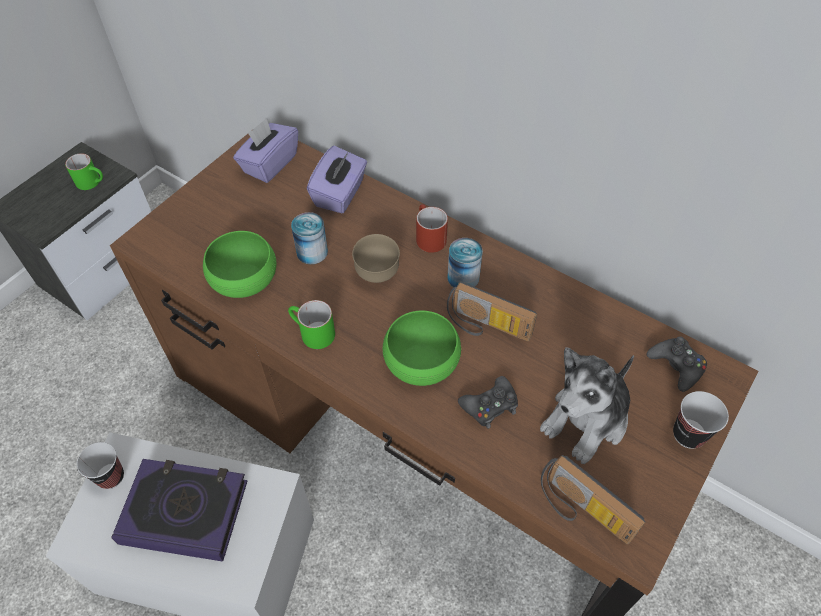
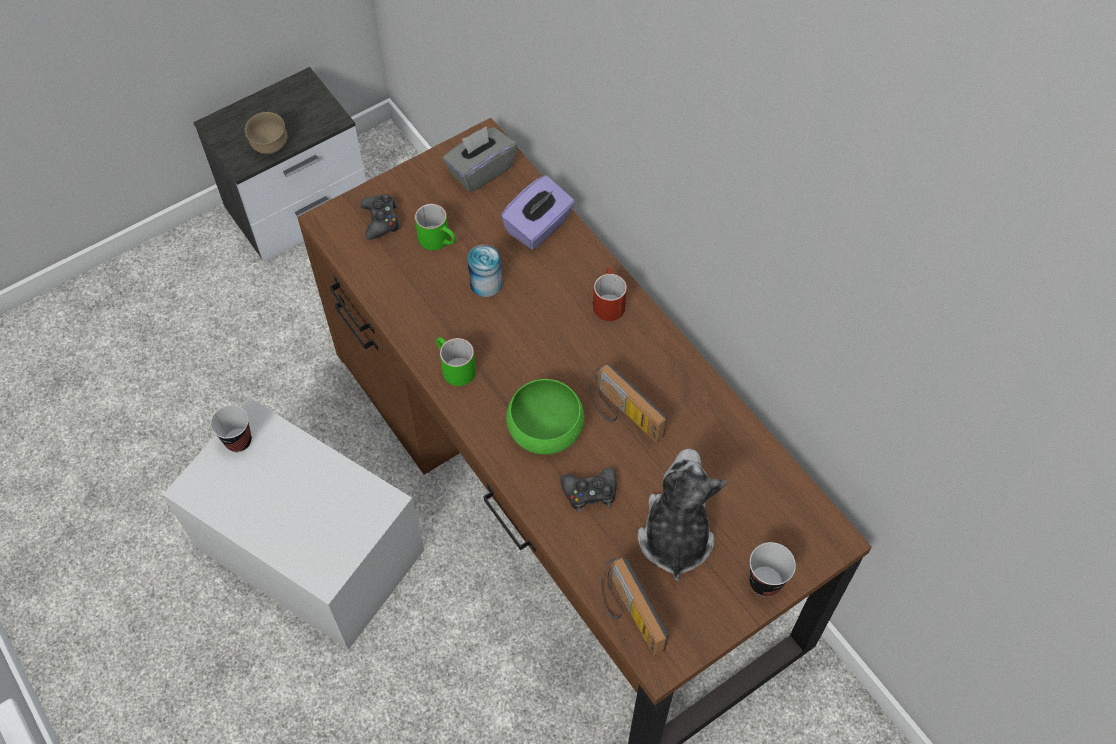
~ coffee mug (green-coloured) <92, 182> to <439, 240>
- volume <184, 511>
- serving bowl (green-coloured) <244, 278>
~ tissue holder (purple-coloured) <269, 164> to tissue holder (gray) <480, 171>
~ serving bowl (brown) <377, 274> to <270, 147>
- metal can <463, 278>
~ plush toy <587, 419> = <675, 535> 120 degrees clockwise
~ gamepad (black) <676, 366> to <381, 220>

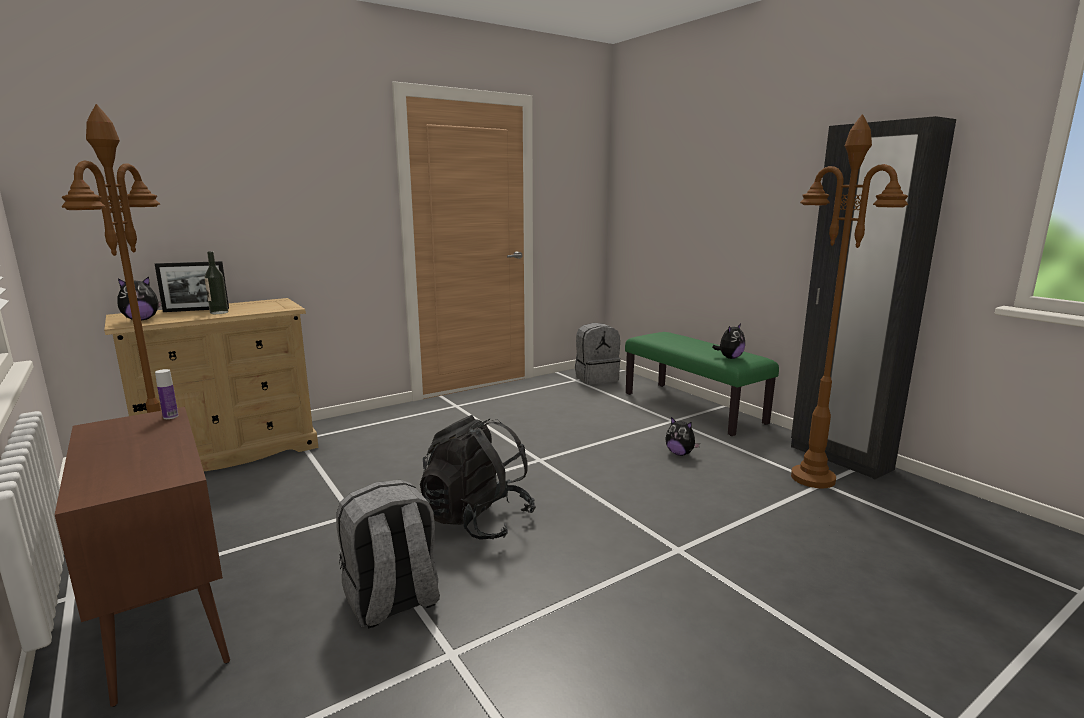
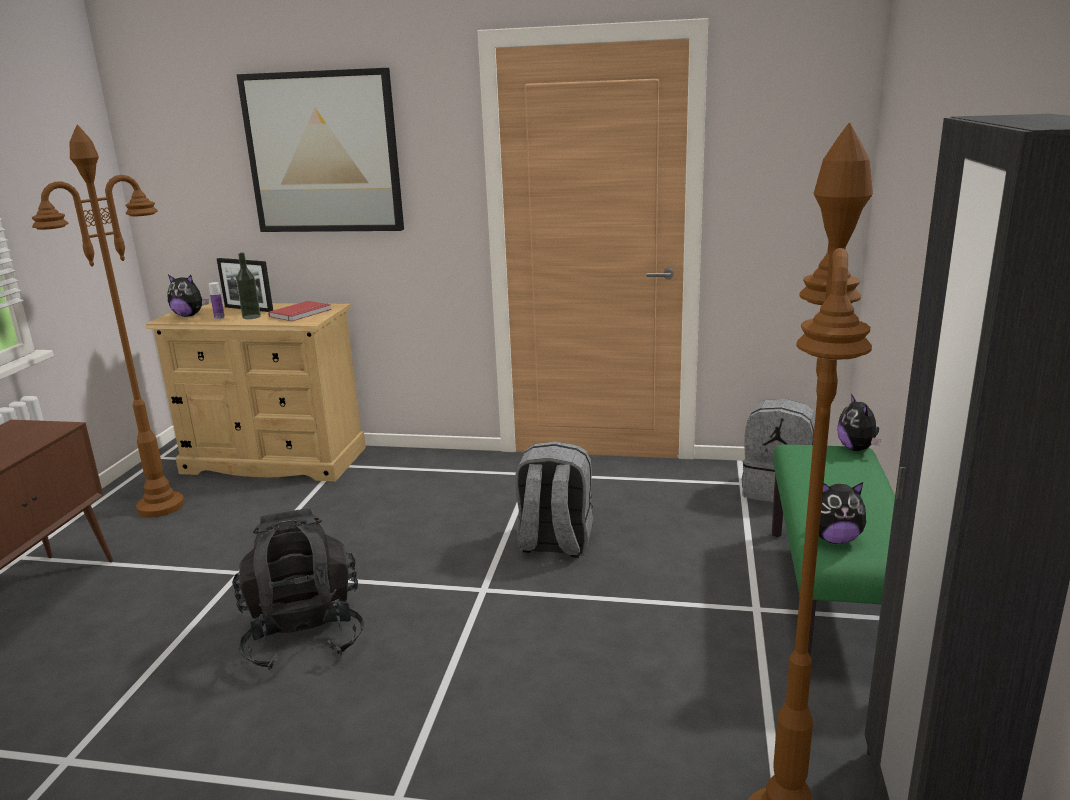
~ bottle <170, 416> to <219, 318>
~ rucksack (gray) <392, 602> to <554, 544>
~ plush toy <680, 453> to <857, 449>
+ wall picture <323, 153>
+ volume (reddish) <302, 313>

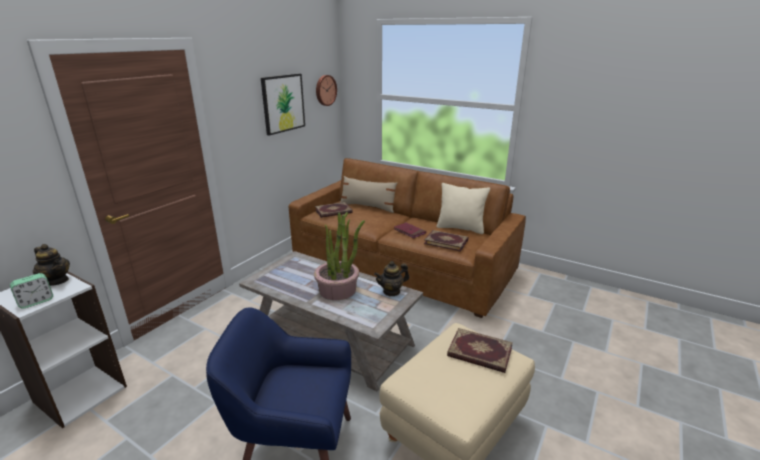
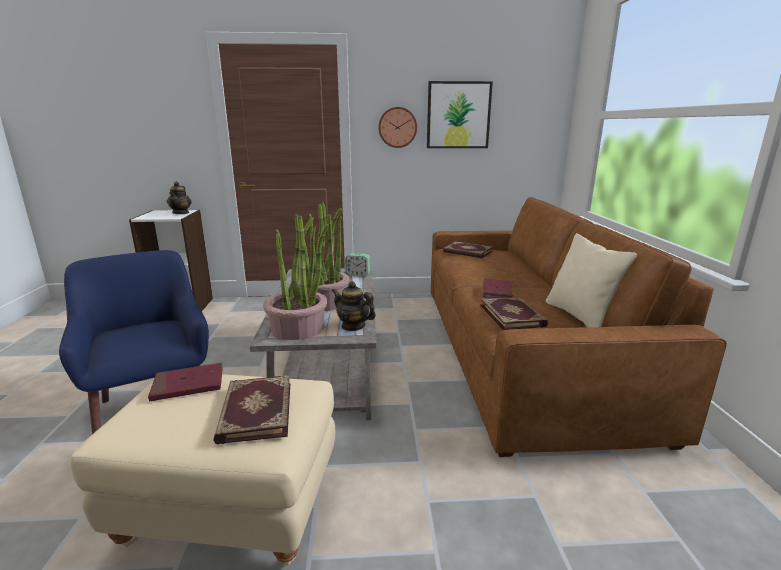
~ alarm clock <36, 301> to <358, 274>
~ hanging clock <325, 90> to <397, 127>
- cushion (sand-coloured) <368, 207>
+ volume (reddish) <188, 385>
+ potted plant <298, 328>

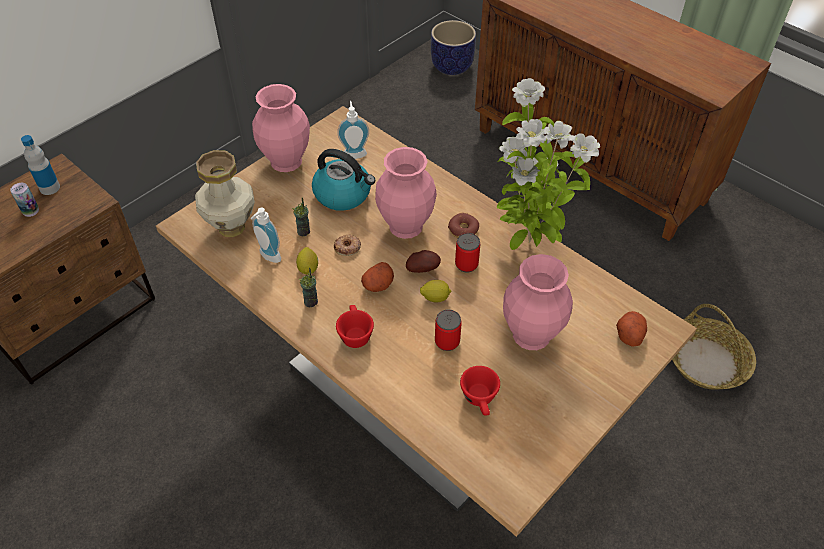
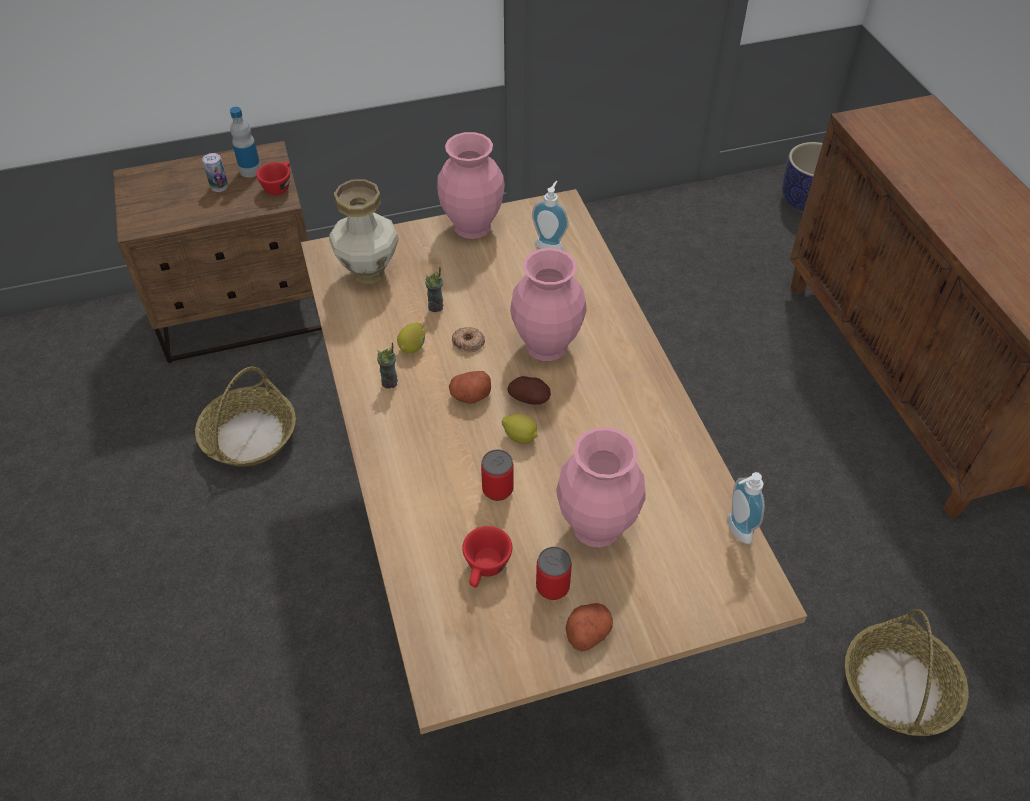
~ soap bottle <268, 257> to <735, 530>
- tea kettle <343, 194>
~ small cup (reddish) <354, 334> to <279, 186>
- ring doughnut <463, 230>
~ metal can <466, 264> to <552, 586>
- potted plant <527, 244>
~ whole potato <629, 334> to <587, 632>
+ household basket <249, 436>

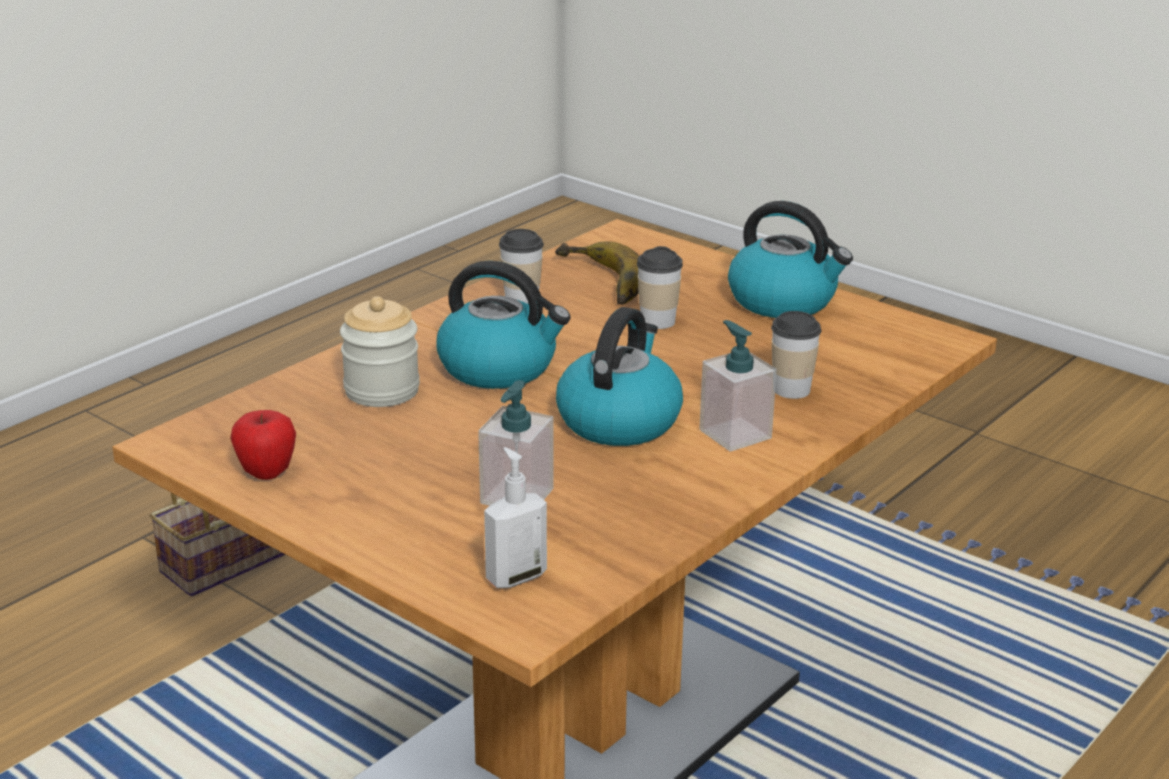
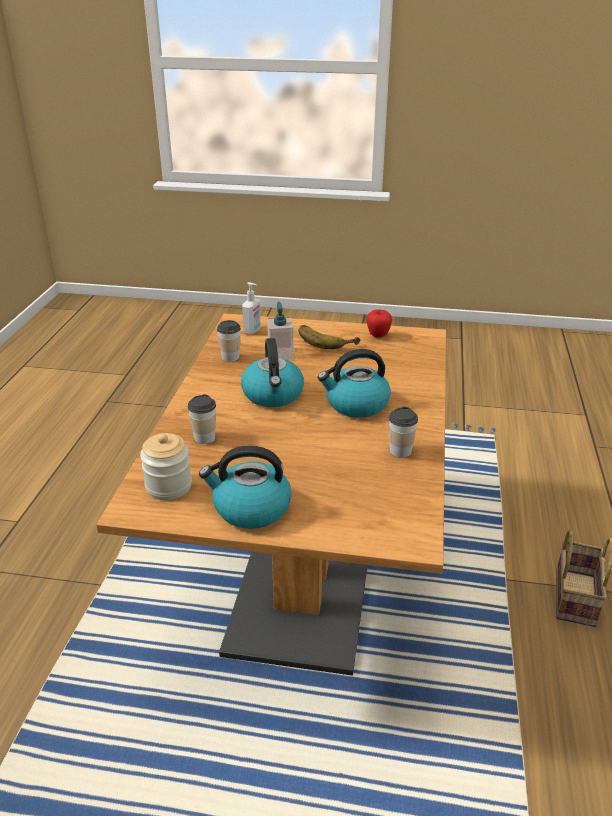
~ preserve jar <382, 391> to <169, 486>
~ banana <597, 282> to <326, 339>
~ small cup <657, 321> to <230, 357>
- soap bottle <735, 434>

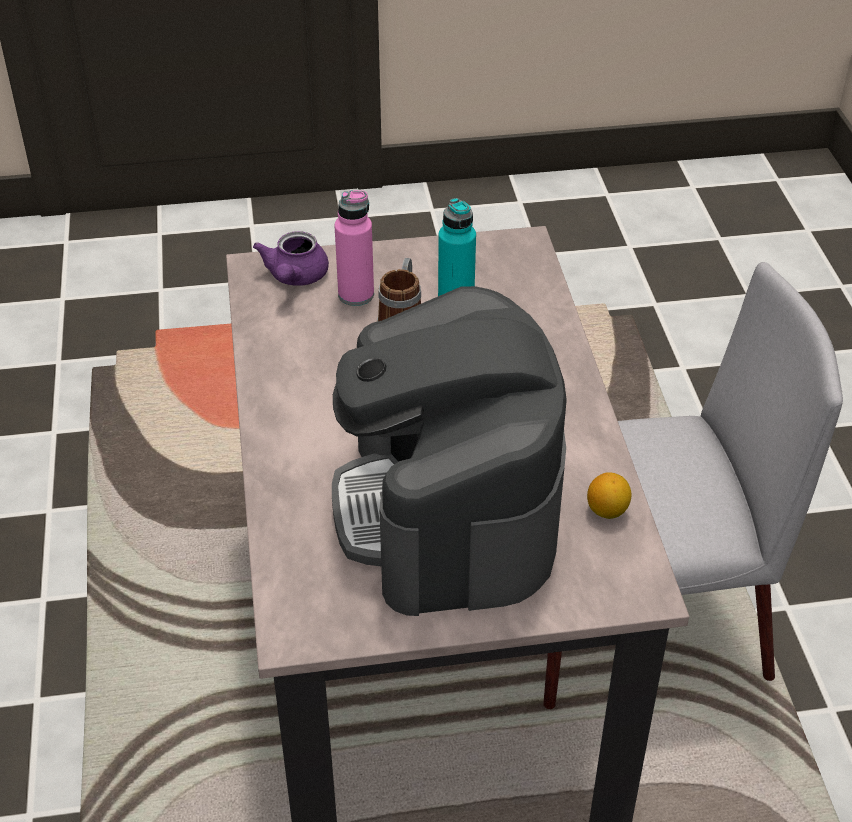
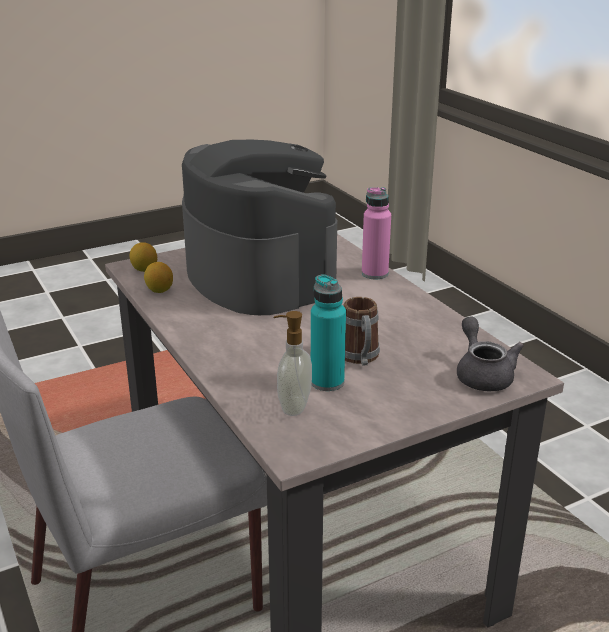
~ pot for tea (purple-coloured) <295, 278> to pot for tea (gray) <482, 374>
~ bottle (pink) <356, 295> to <374, 274>
+ whole lemon <144, 270>
+ soap bottle <293, 406>

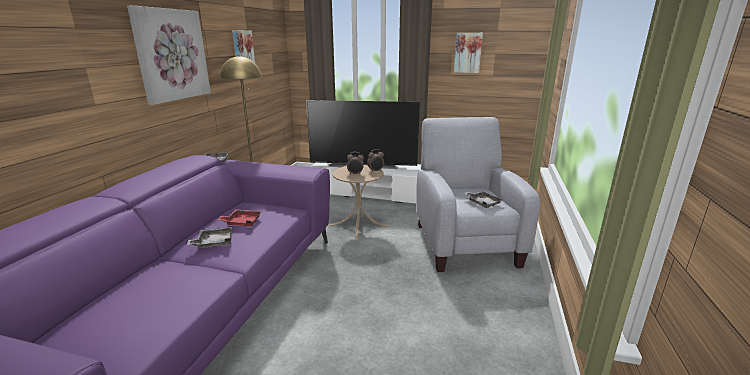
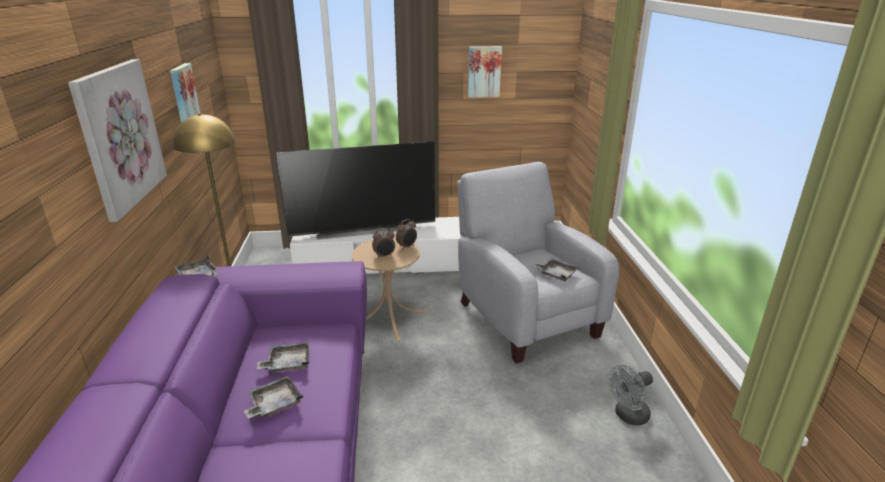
~ carrying tray (reddish) <242, 222> to carrying tray (gray) <287, 363>
+ electric fan (gray) <628, 416>

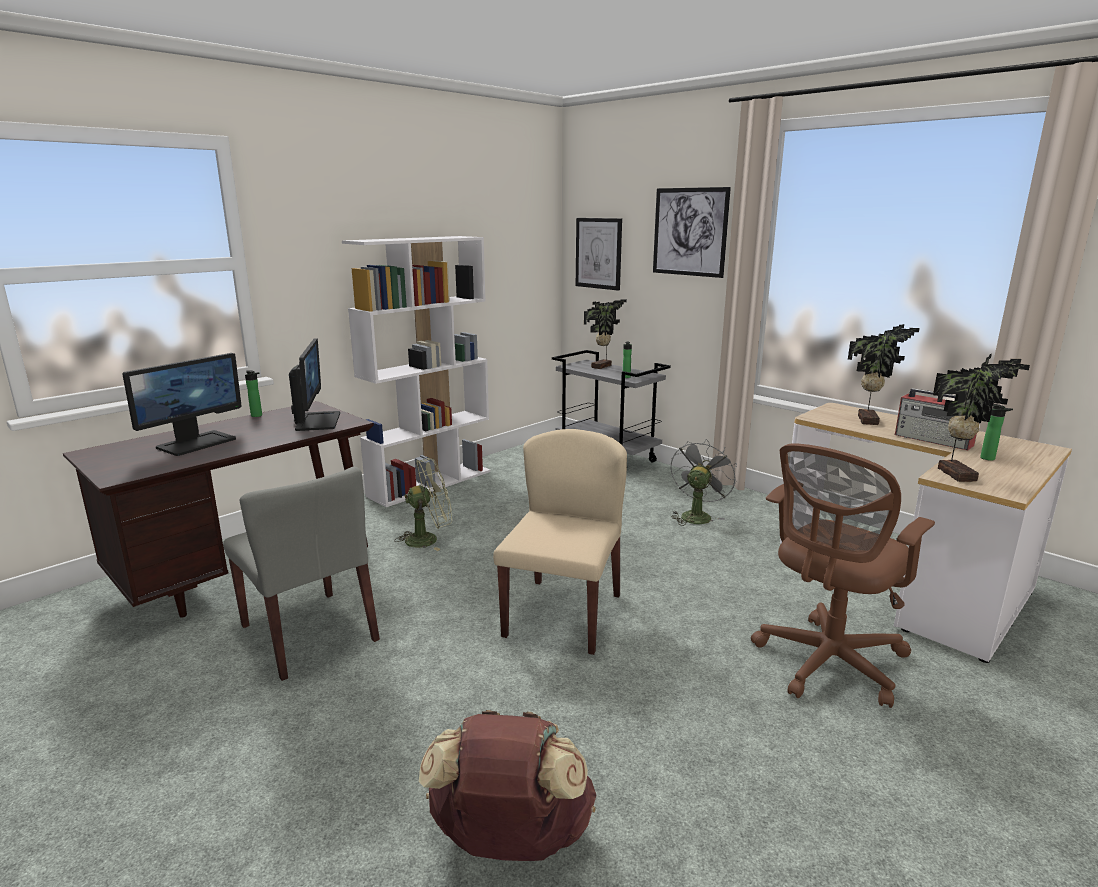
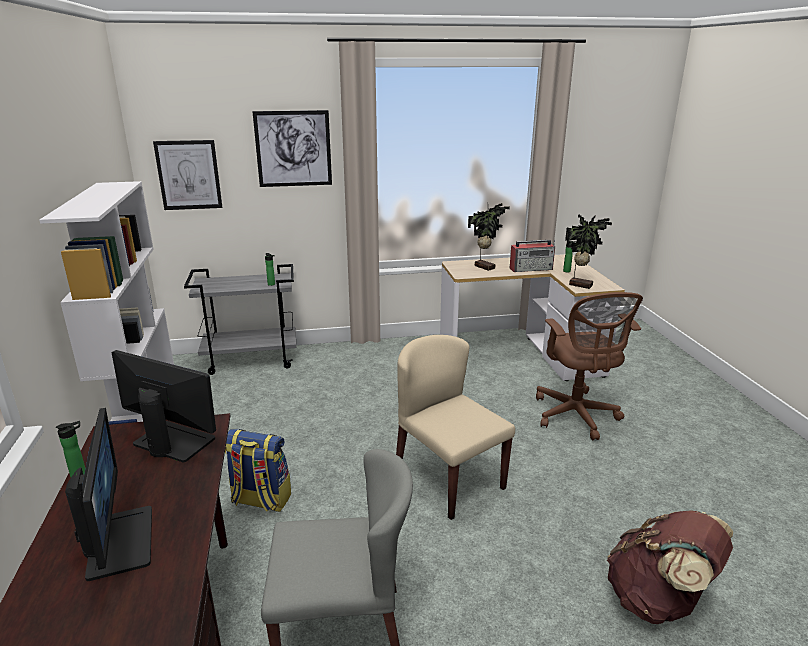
~ electric fan (green-coloured) <428, 539> to rucksack <260, 500>
- potted plant <603, 366>
- electric fan (gray) <697, 515>

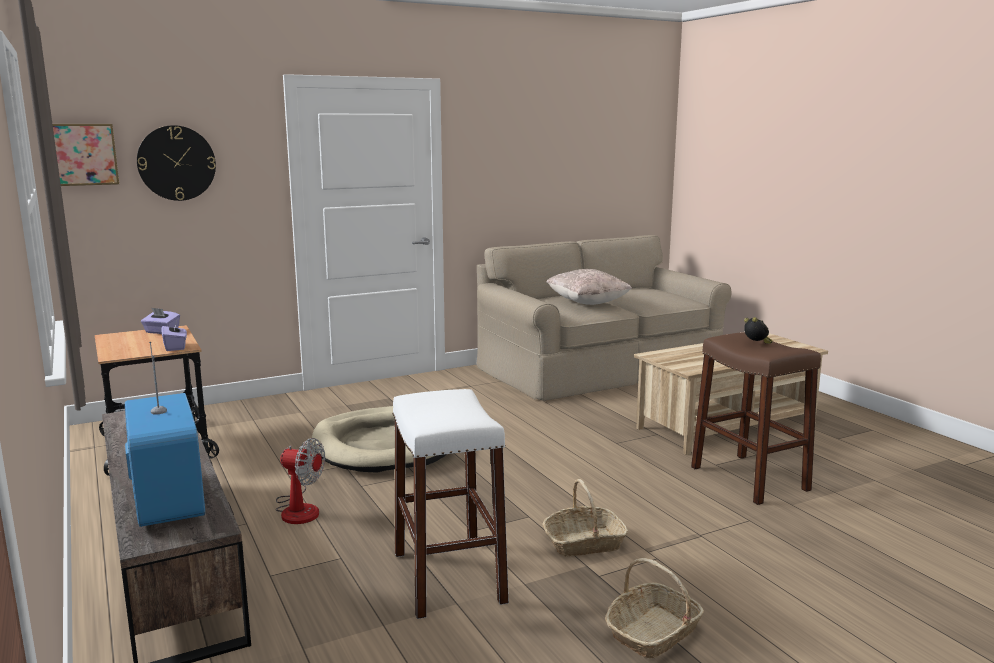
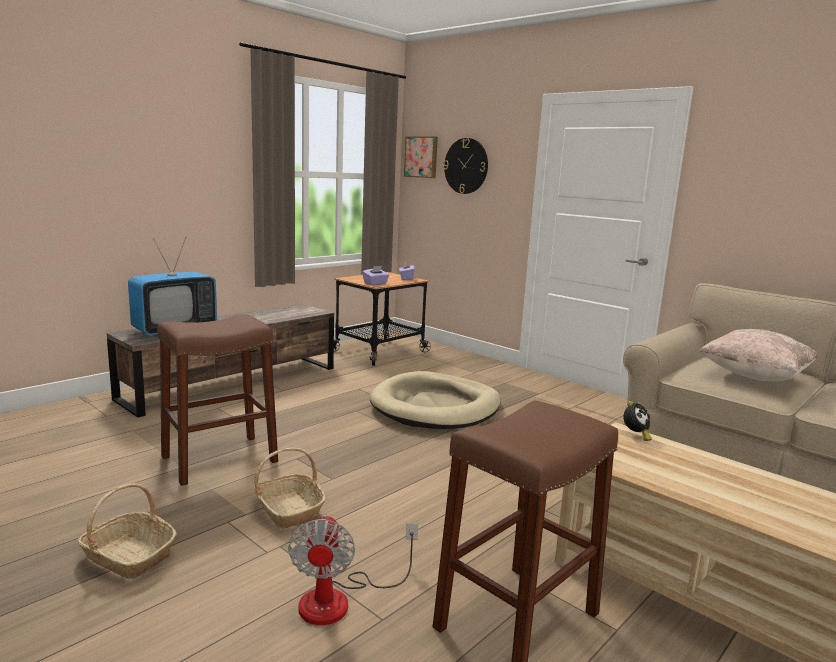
~ electric fan <298, 508> to <340, 600>
~ stool seat (white-coloured) <448, 577> to stool seat (brown) <219, 459>
~ alarm clock <756, 344> to <635, 435>

